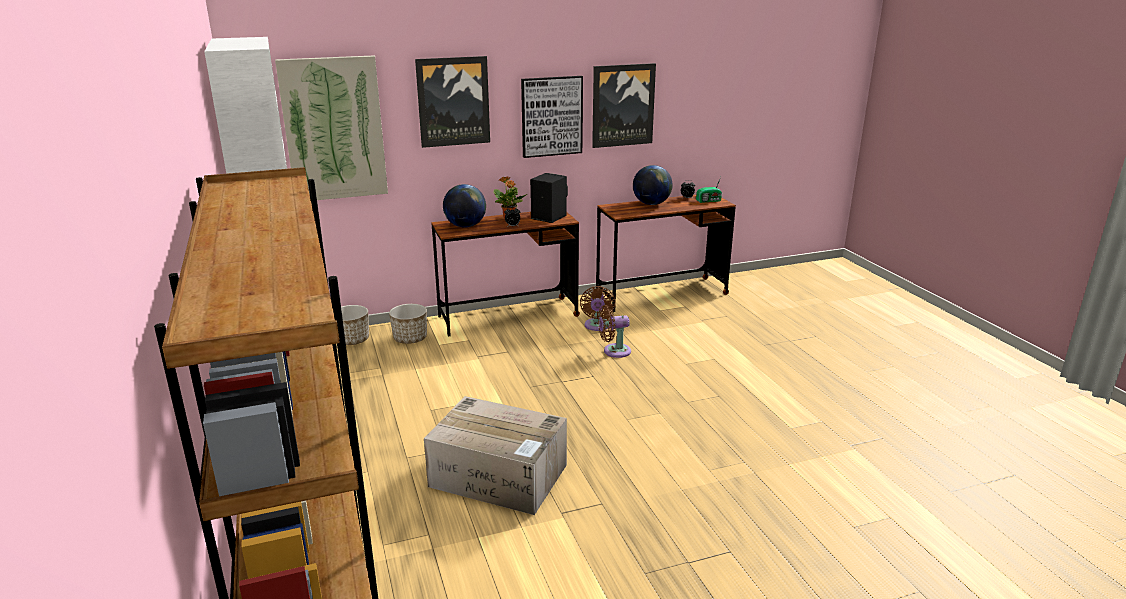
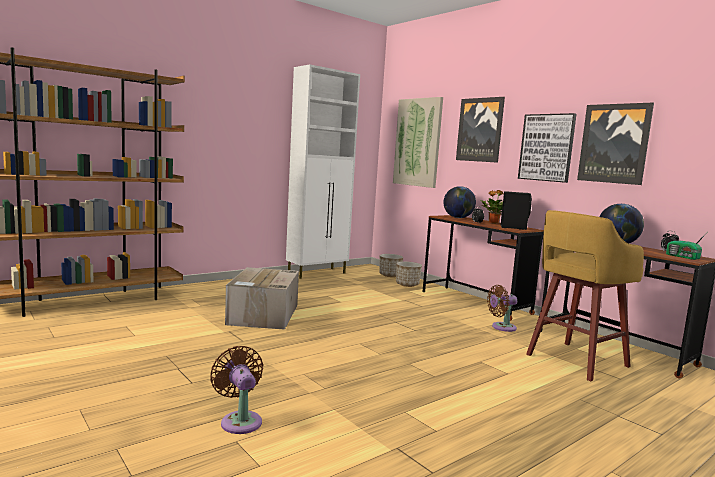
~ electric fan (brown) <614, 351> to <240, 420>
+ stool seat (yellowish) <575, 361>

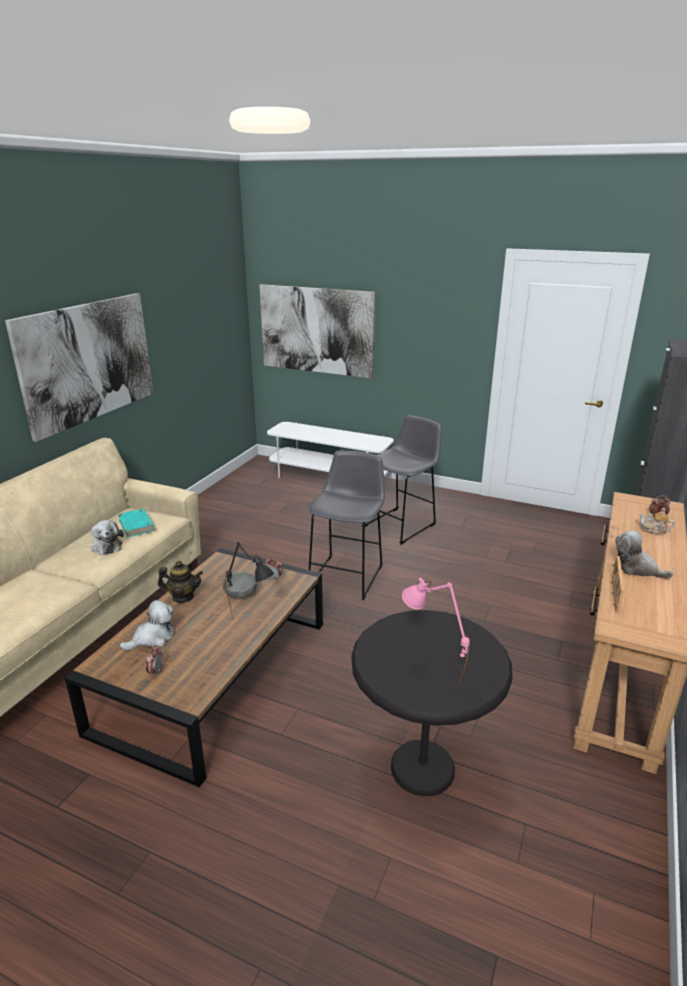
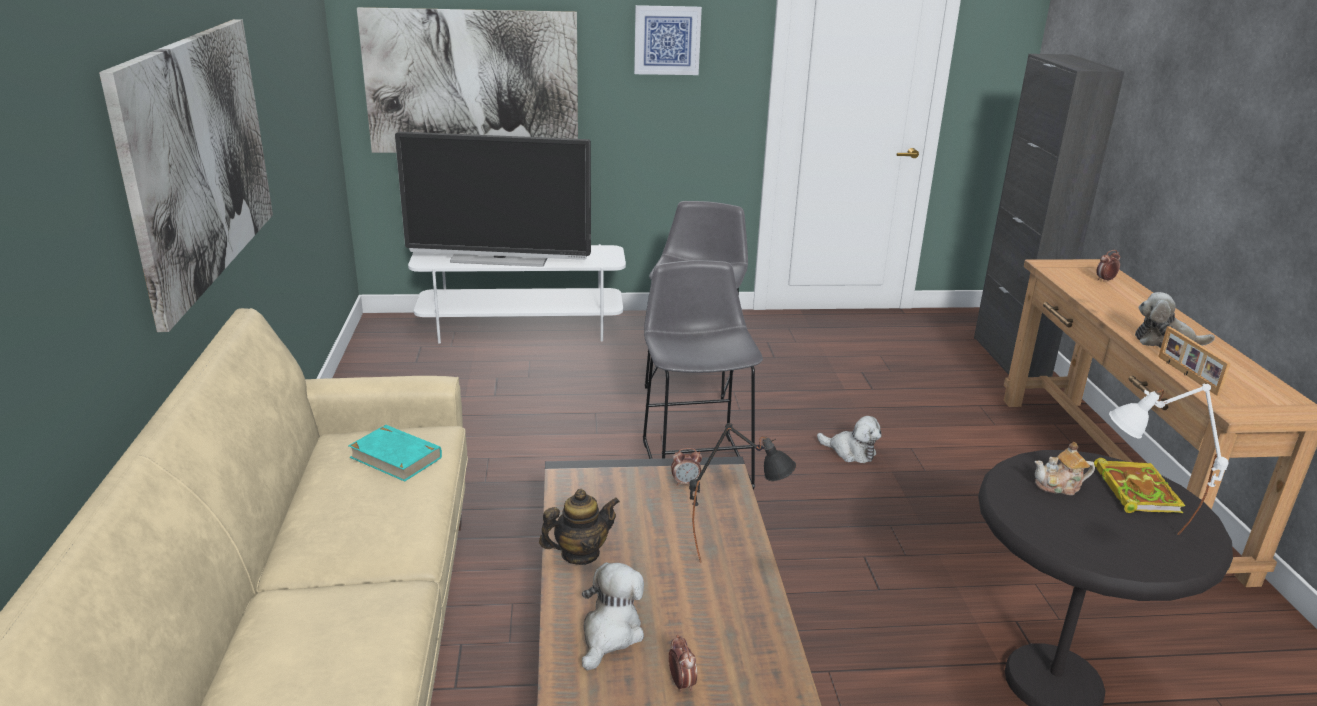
~ plush toy <106, 545> to <850, 452>
- serving bowl (gray) <241, 595>
~ table lamp (pink) <430, 677> to table lamp (white-coloured) <1139, 535>
~ pot for tea <654, 530> to <1059, 486>
+ television <499, 259>
+ wall picture <667, 40>
+ volume <1134, 489>

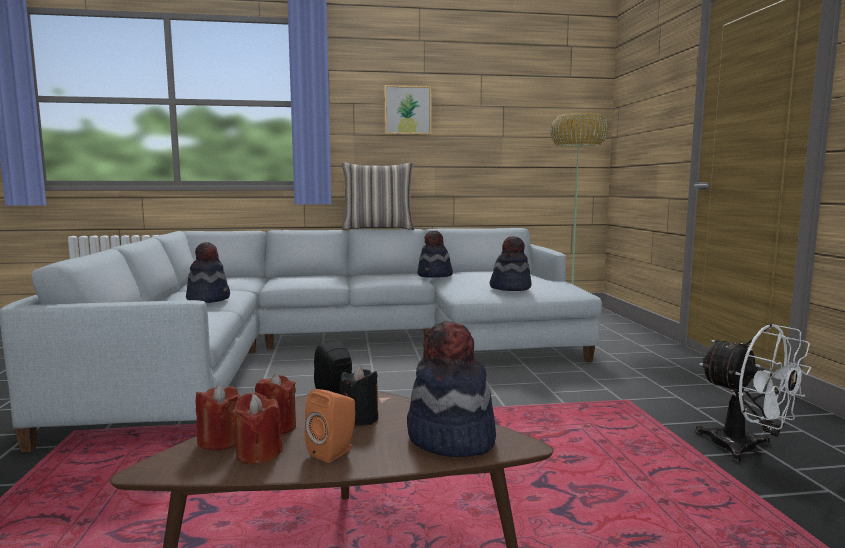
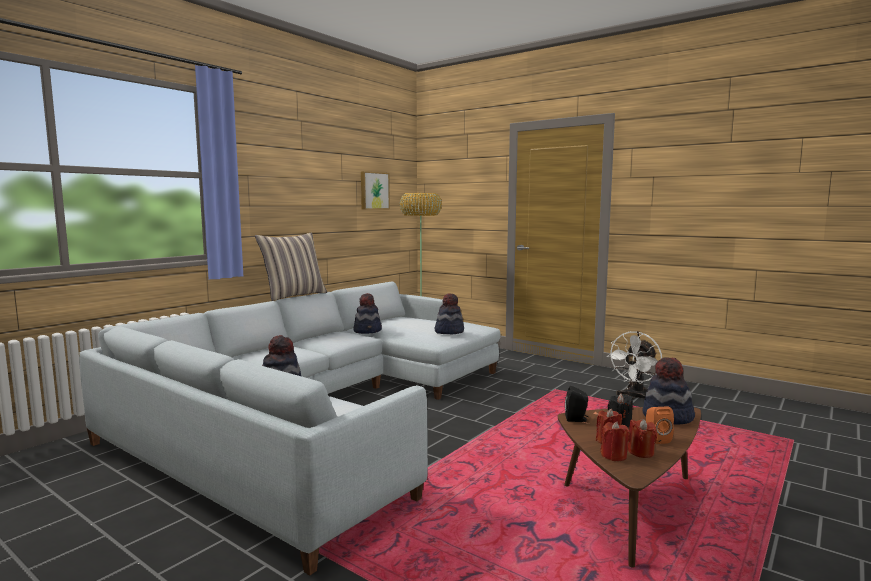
~ wall picture <407, 110> to <374, 191>
~ electric fan (white-coloured) <746, 450> = <635, 397> 120 degrees clockwise

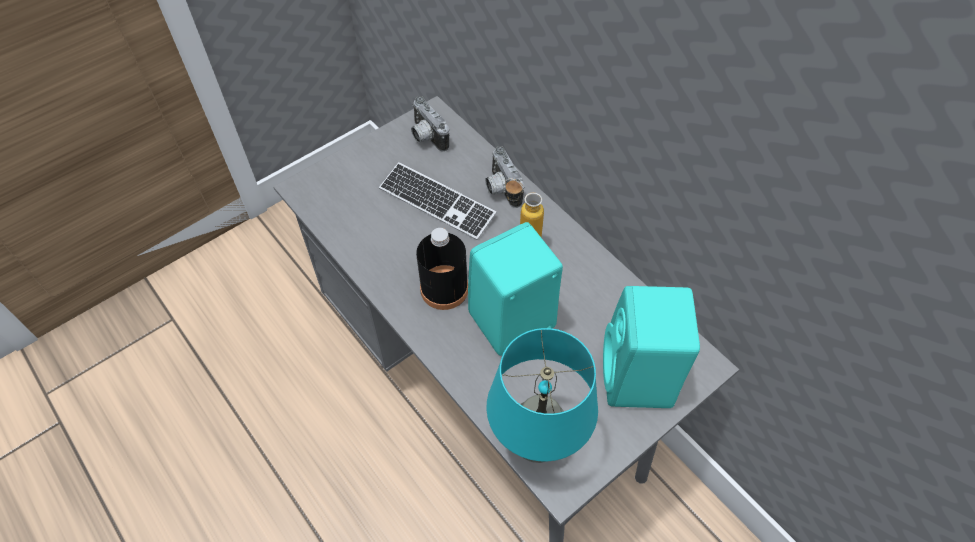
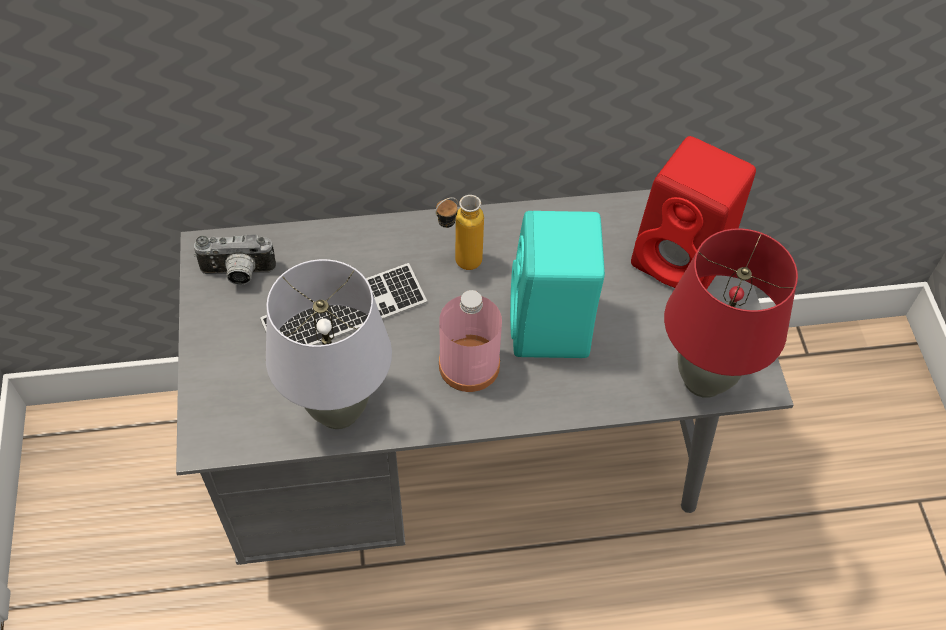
~ bottle (black) <444, 289> to bottle (pink) <469, 365>
- still camera <500, 189>
~ table lamp (turquoise) <536, 444> to table lamp (reddish) <703, 380>
~ speaker (turquoise) <638, 379> to speaker (reddish) <683, 260>
+ table lamp (gray) <338, 411>

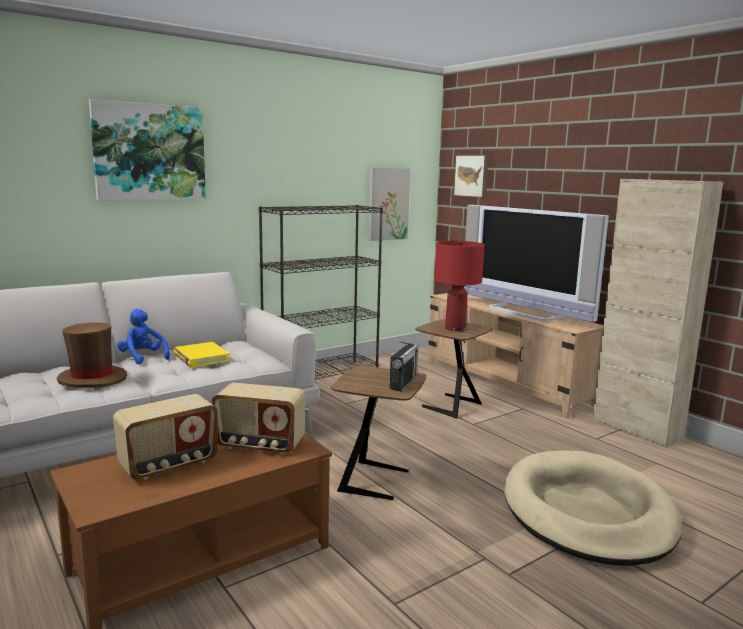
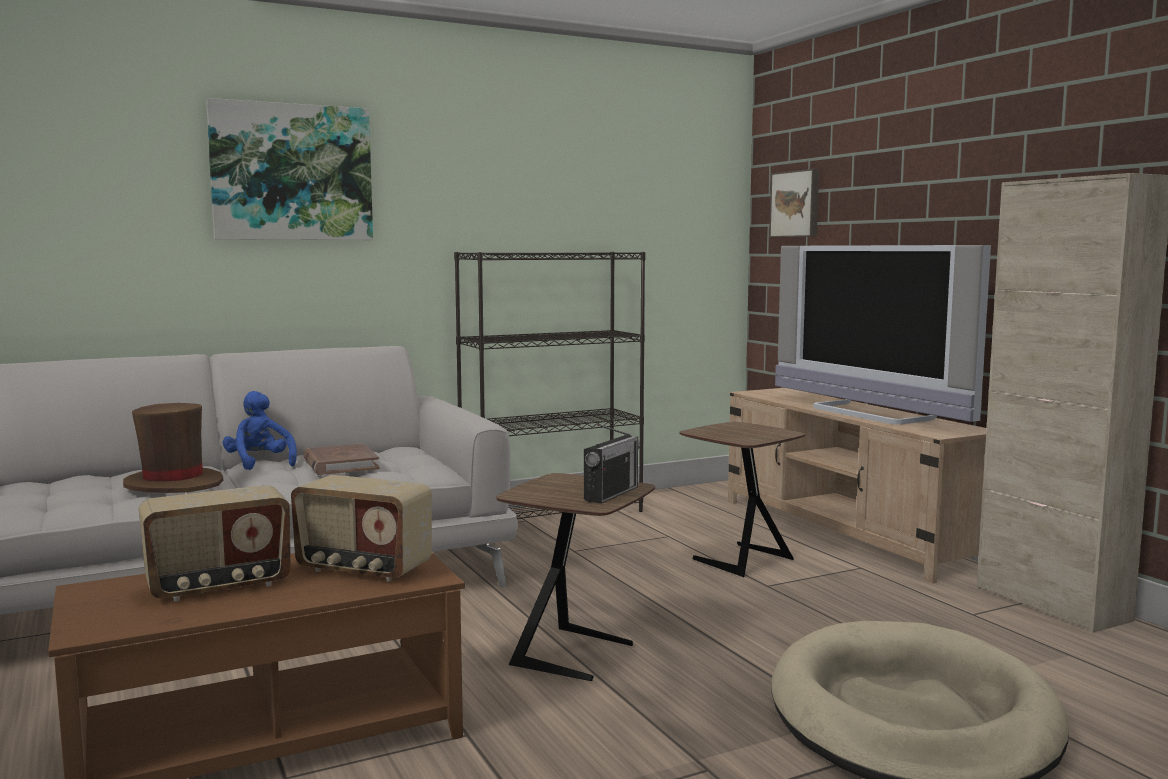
~ volume (yellowish) <201, 358> to volume (brown) <340, 464>
- wall picture <388, 204>
- table lamp (reddish) <455, 328>

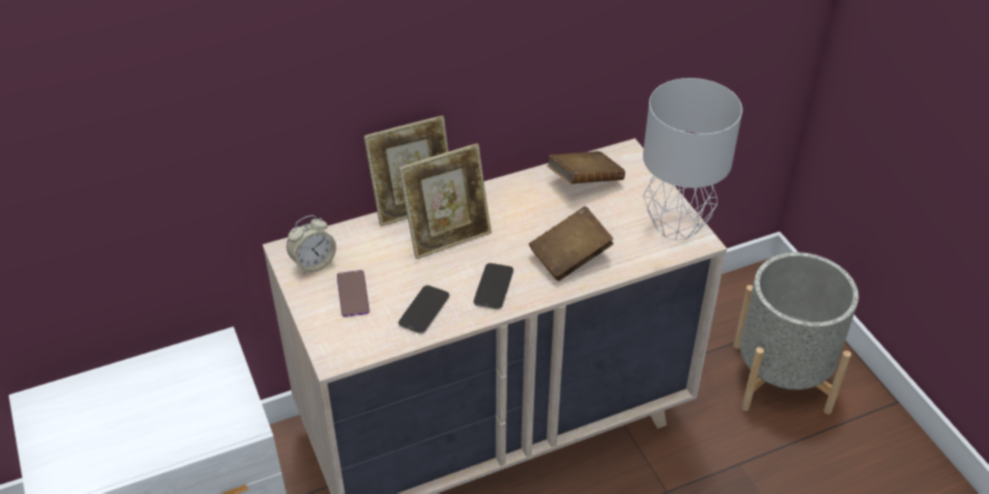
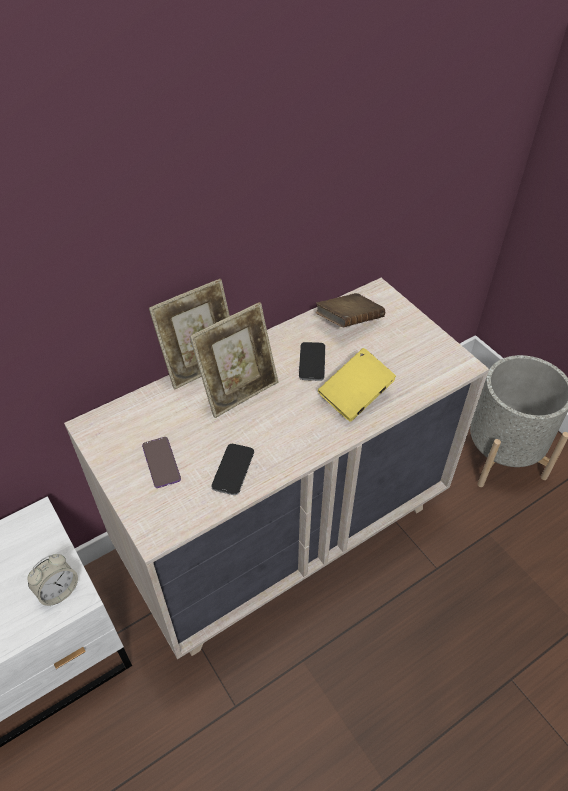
~ alarm clock <313, 263> to <58, 590>
~ phone <493, 287> to <312, 362>
~ volume (brown) <570, 257> to volume (yellowish) <355, 396>
- table lamp (gray) <674, 226>

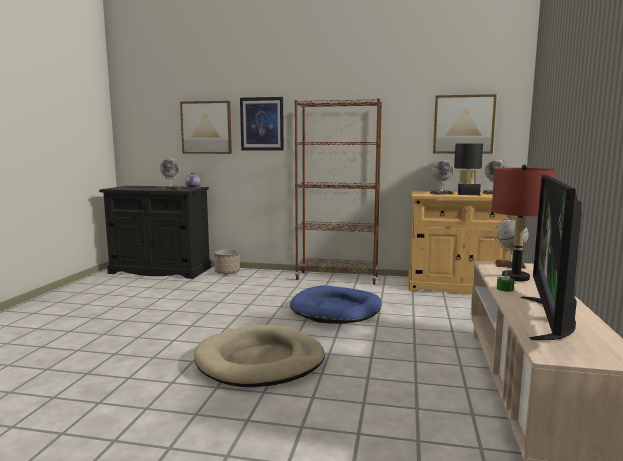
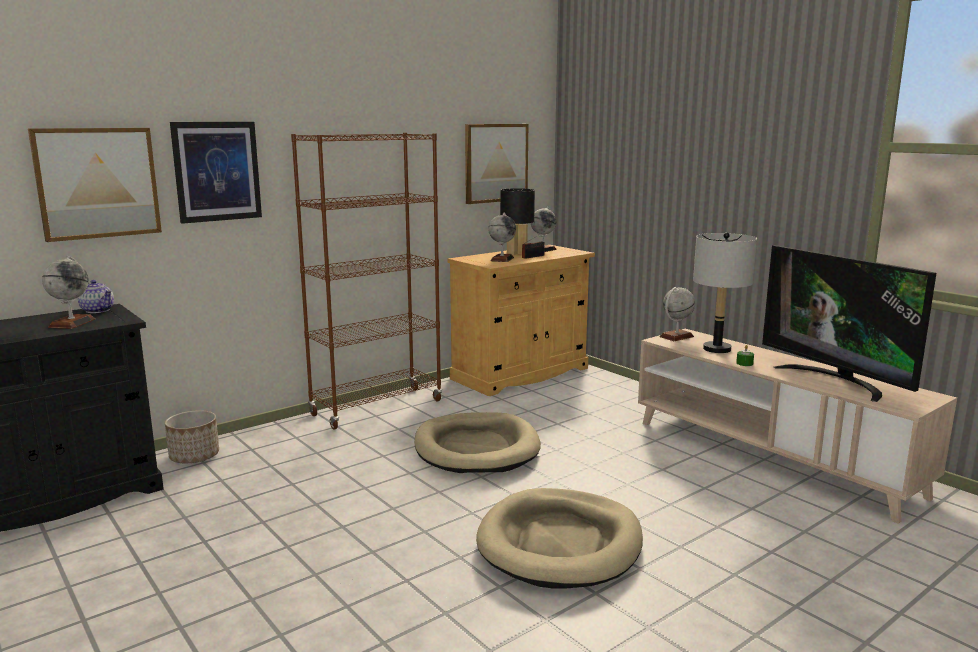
~ dog cushion (bluish) <336, 309> to dog cushion (sand-coloured) <476, 448>
~ table lamp (reddish) <516, 277> to table lamp (gray) <717, 349>

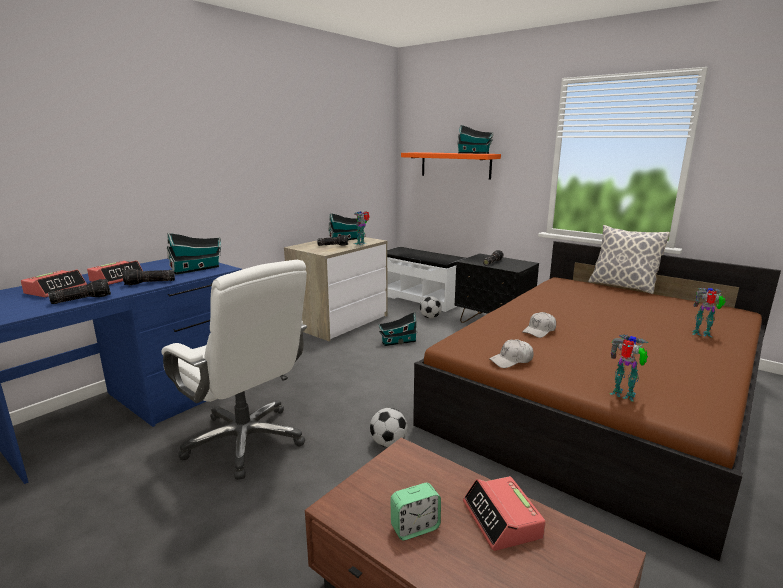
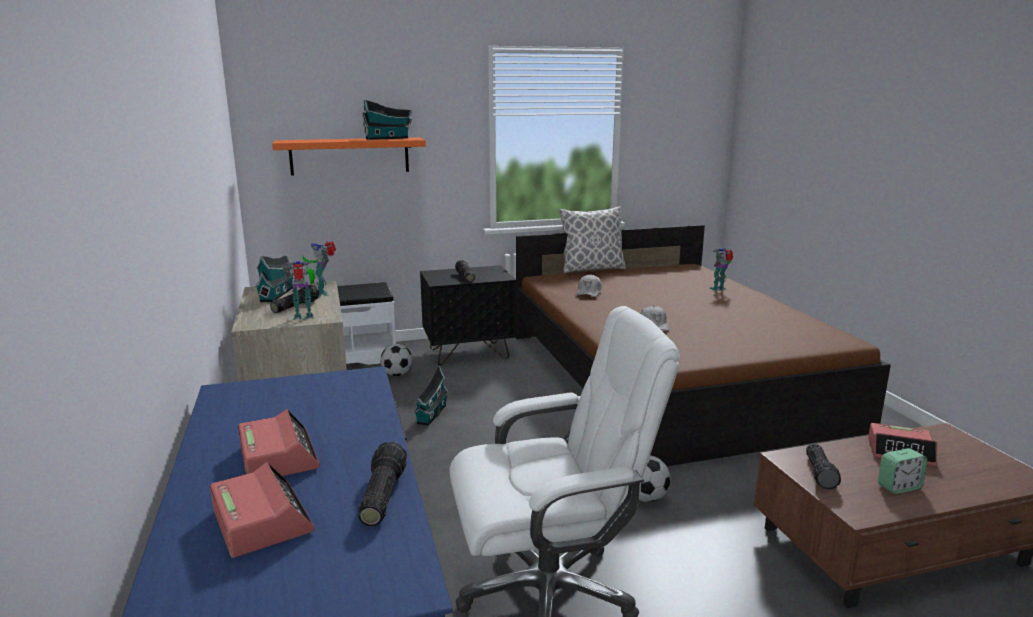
~ hand torch <149, 283> to <821, 473>
- toy house <197, 269>
~ alarm clock <415, 527> = <899, 487> 60 degrees clockwise
~ cap (white-coloured) <511, 360> to <589, 292>
~ toy robot <624, 395> to <304, 317>

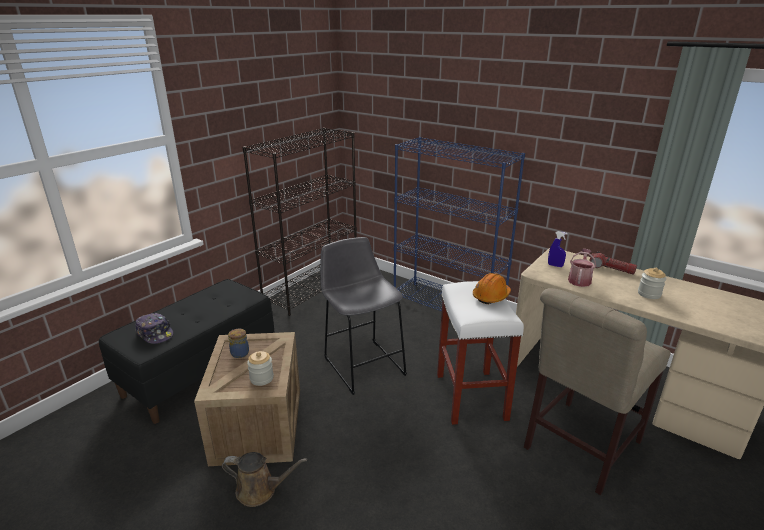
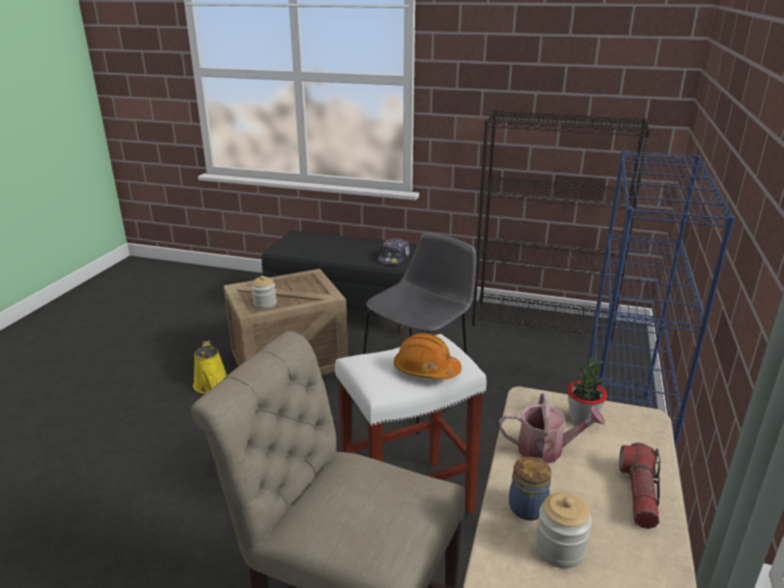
~ cap <155, 333> to <394, 257>
~ watering can (brown) <260, 490> to watering can (yellowish) <211, 385>
~ preserve jar <239, 353> to <528, 506>
~ hand sprayer (bluish) <555, 265> to potted plant <582, 419>

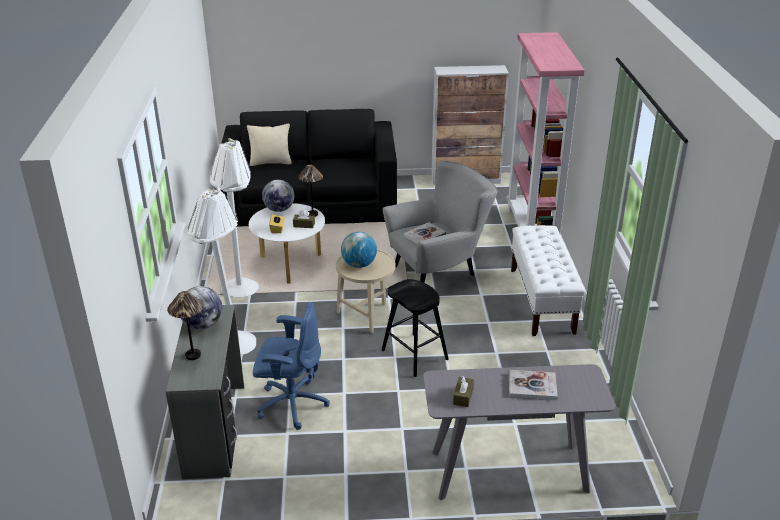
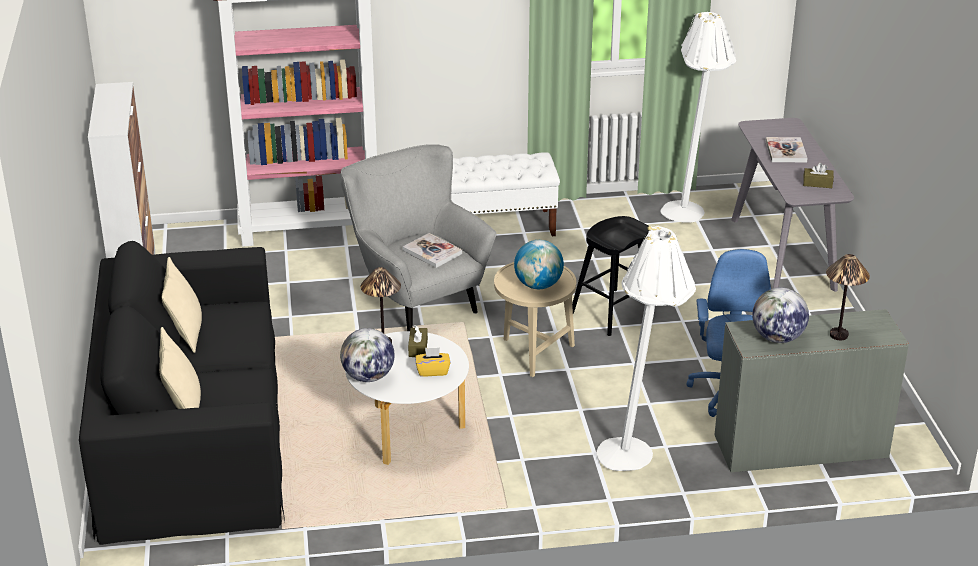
~ standard lamp (white-coloured) <242, 293> to <692, 210>
+ cushion (sand-coloured) <186, 333>

